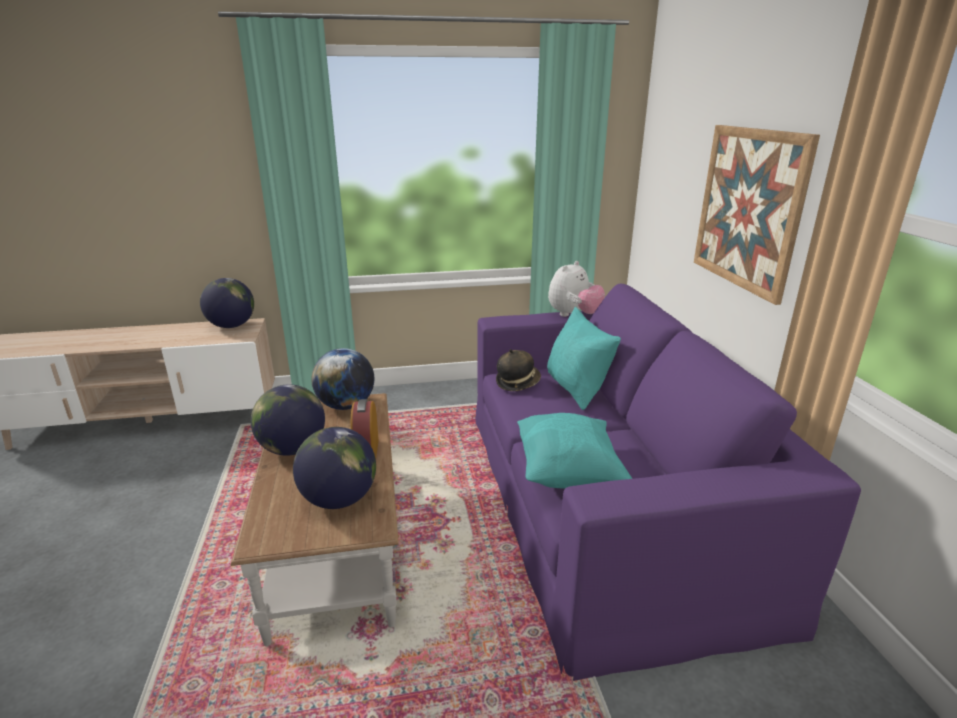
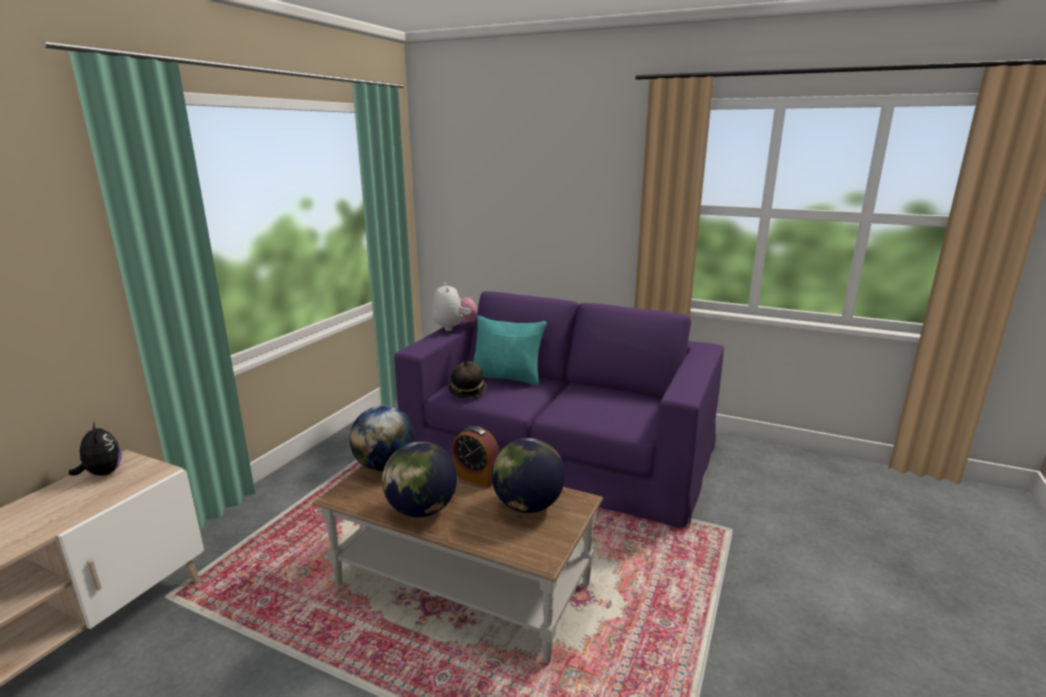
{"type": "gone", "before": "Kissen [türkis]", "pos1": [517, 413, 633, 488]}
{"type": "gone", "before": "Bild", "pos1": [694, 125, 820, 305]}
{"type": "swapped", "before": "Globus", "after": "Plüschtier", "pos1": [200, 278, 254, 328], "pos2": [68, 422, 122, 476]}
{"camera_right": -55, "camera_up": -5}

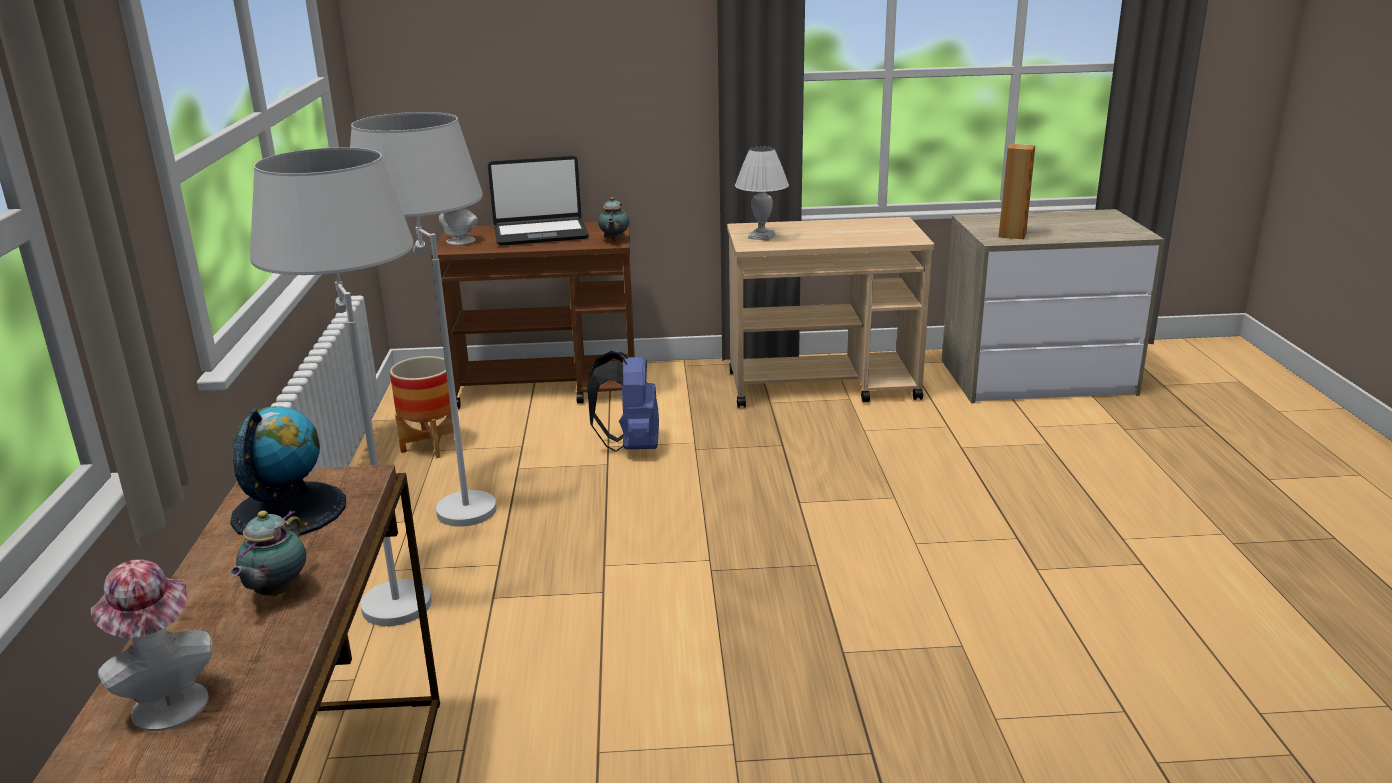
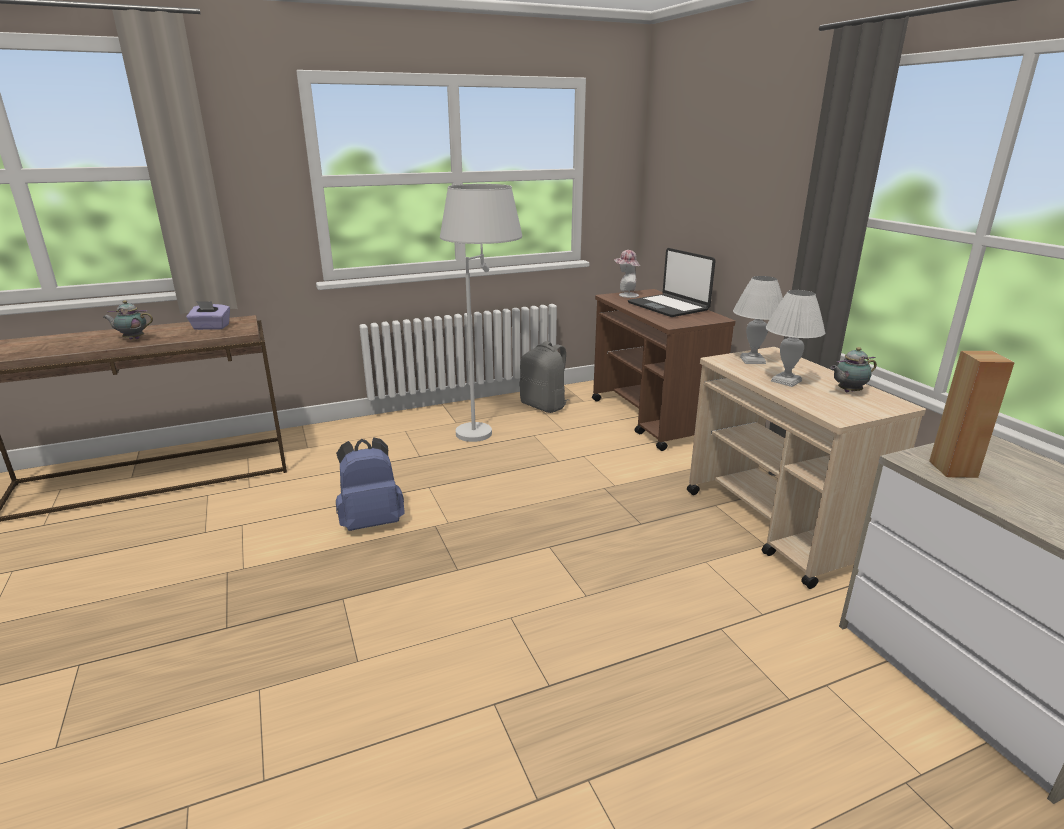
{"type": "gone", "before": "Hut", "pos1": [91, 559, 213, 731]}
{"type": "gone", "before": "Stehlampe [weiß]", "pos1": [250, 147, 432, 626]}
{"type": "new", "after": "Tischlampe [weiß]", "pos2": [766, 290, 825, 387]}
{"type": "shifted", "before": "Rucksack [blau]", "pos1": [587, 351, 659, 452], "pos2": [336, 437, 405, 531]}
{"type": "shifted", "before": "Teekanne", "pos1": [598, 197, 629, 241], "pos2": [830, 347, 877, 392]}
{"type": "swapped", "before": "Globus", "after": "Taschentuchbox [lila]", "pos1": [230, 406, 346, 536], "pos2": [186, 301, 230, 330]}
{"type": "swapped", "before": "Pflanzkübel", "after": "Rucksack [grau]", "pos1": [390, 356, 461, 458], "pos2": [519, 341, 569, 413]}
{"camera_right": 70, "camera_up": 0}

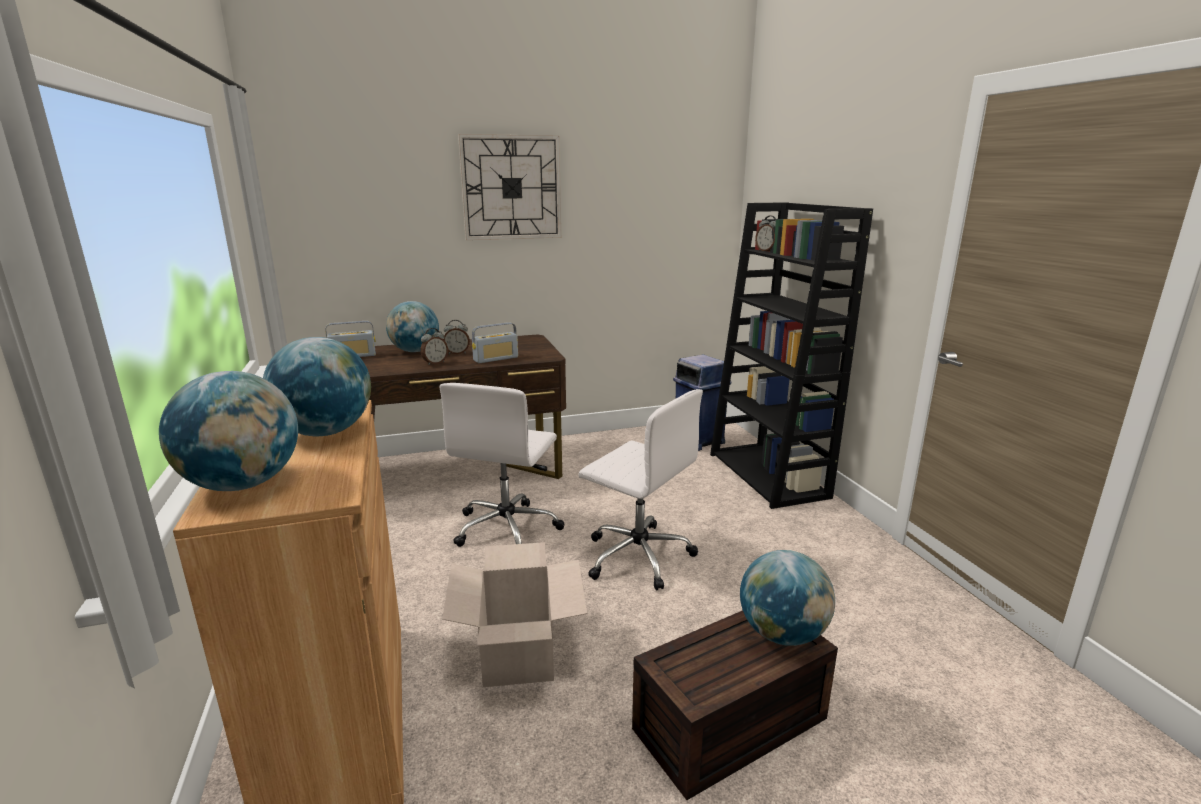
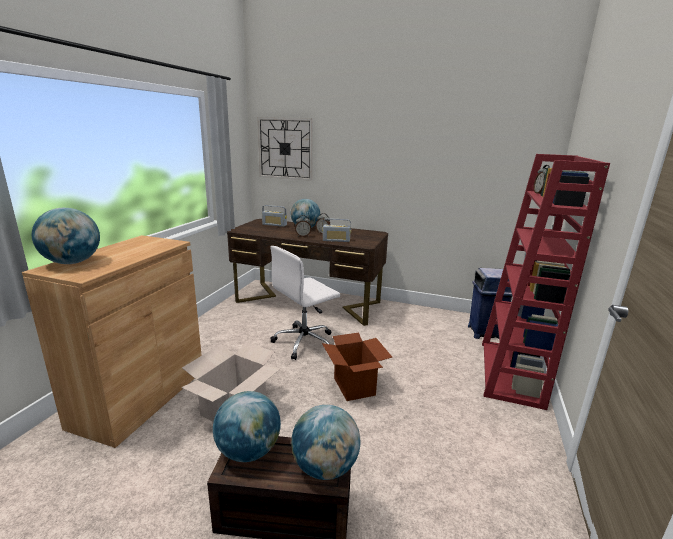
{"type": "shifted", "before": "Globus", "pos1": [263, 337, 371, 436], "pos2": [213, 391, 281, 462]}
{"type": "shifted", "before": "Wanduhr", "pos1": [458, 134, 561, 240], "pos2": [257, 117, 313, 181]}
{"type": "swapped", "before": "Bürostuhl [weiß]", "after": "Karton", "pos1": [578, 389, 703, 590], "pos2": [322, 333, 393, 401]}
{"type": "repainted", "before": "Bücherregal [schwarz]", "after": "Bücherregal [rot]", "pos1": [710, 202, 873, 509], "pos2": [482, 154, 610, 410]}
{"camera_right": 35, "camera_up": 0}

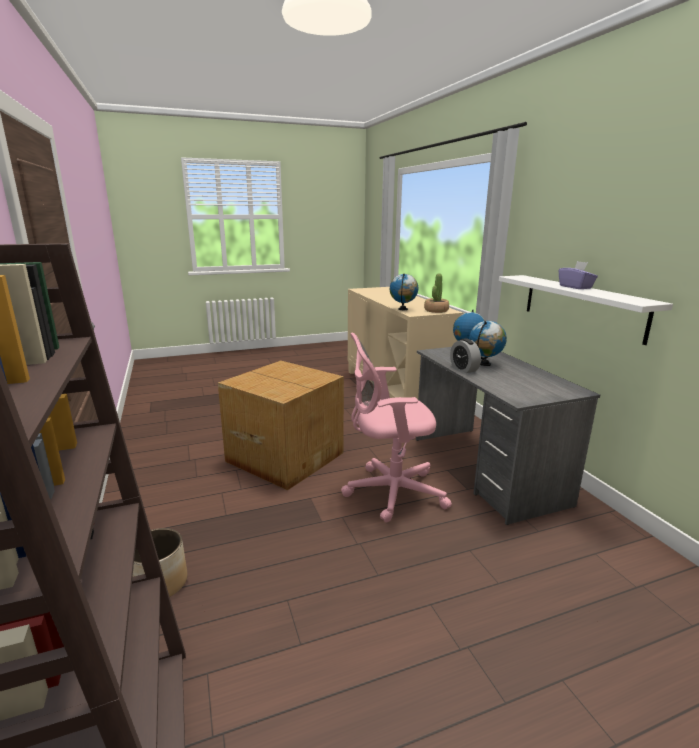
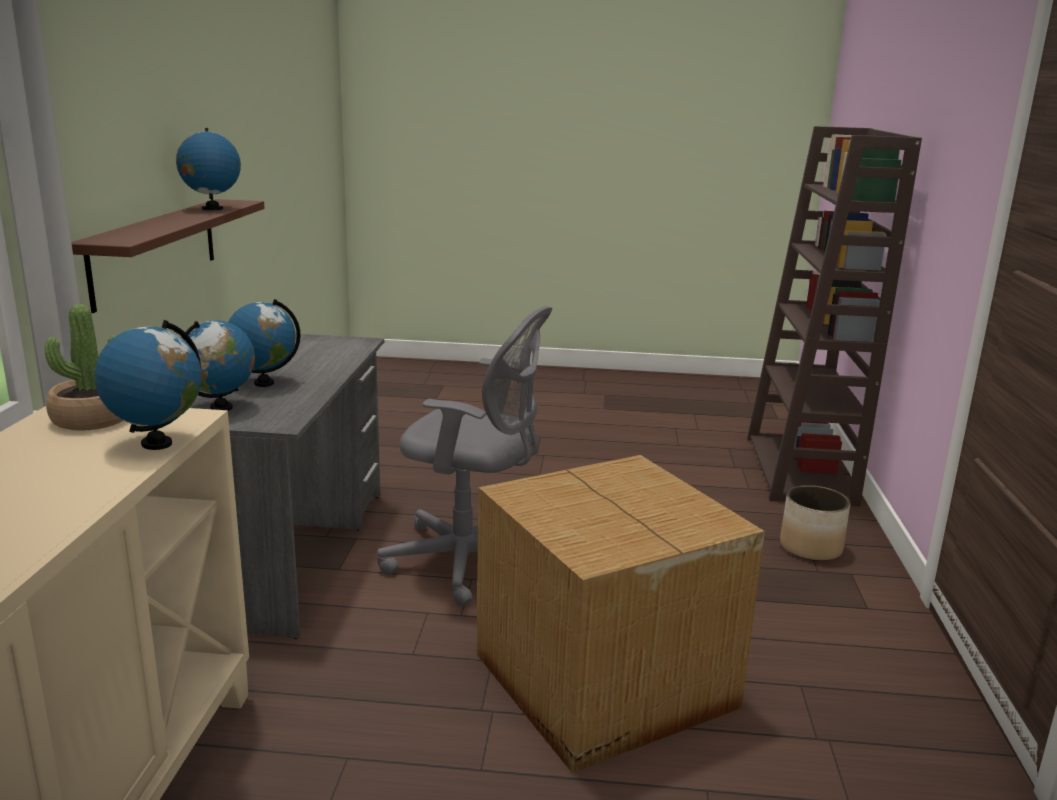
{"type": "gone", "before": "Wecker", "pos1": [450, 338, 481, 373]}
{"type": "gone", "before": "Taschentuchbox [lila]", "pos1": [559, 261, 598, 289]}
{"type": "new", "after": "Globus", "pos2": [176, 128, 241, 210]}
{"type": "repainted", "before": "Bürostuhl [rosa]", "after": "Bürostuhl [grau]", "pos1": [341, 333, 452, 522], "pos2": [377, 306, 552, 607]}
{"type": "repainted", "before": "Wandregal [weiß]", "after": "Wandregal [braun]", "pos1": [499, 275, 673, 345], "pos2": [71, 199, 264, 313]}
{"camera_right": -155, "camera_up": 0}

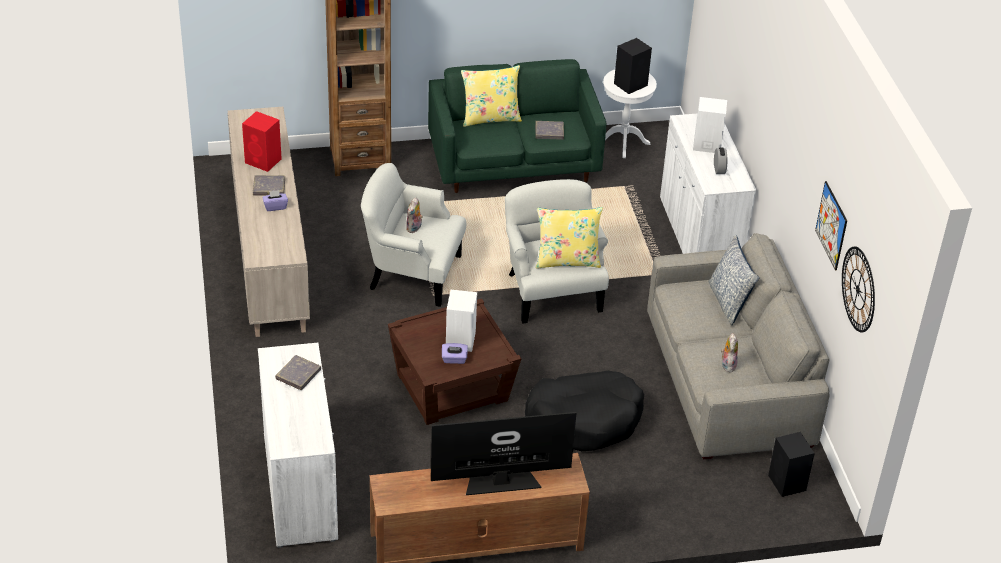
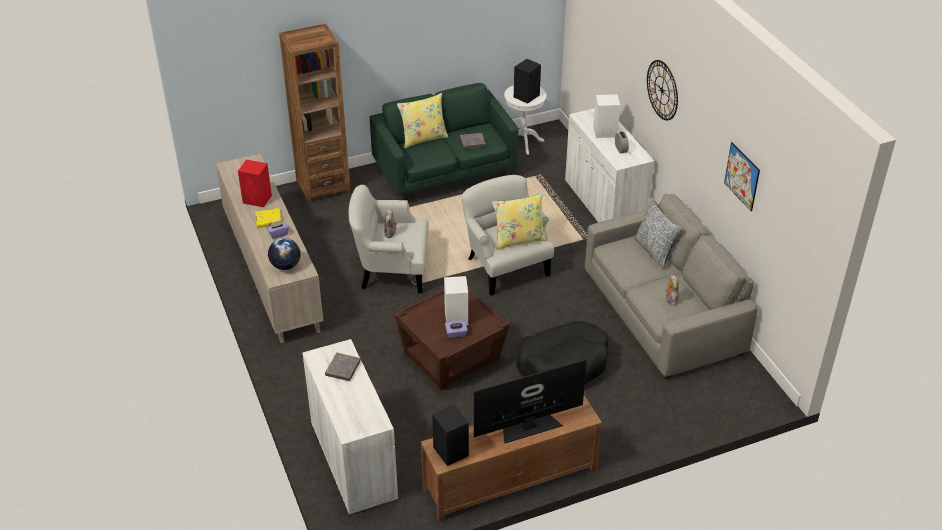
{"type": "new", "after": "Globus", "pos2": [268, 238, 301, 270]}
{"type": "shifted", "before": "Lautsprecher [schwarz]", "pos1": [768, 432, 815, 497], "pos2": [432, 405, 469, 466]}
{"type": "shifted", "before": "Wanduhr", "pos1": [842, 246, 875, 332], "pos2": [647, 60, 678, 121]}
{"type": "repainted", "before": "Buch [grau]", "after": "Buch [gelb]", "pos1": [253, 175, 285, 196], "pos2": [254, 208, 282, 228]}
{"camera_right": -10, "camera_up": 0}

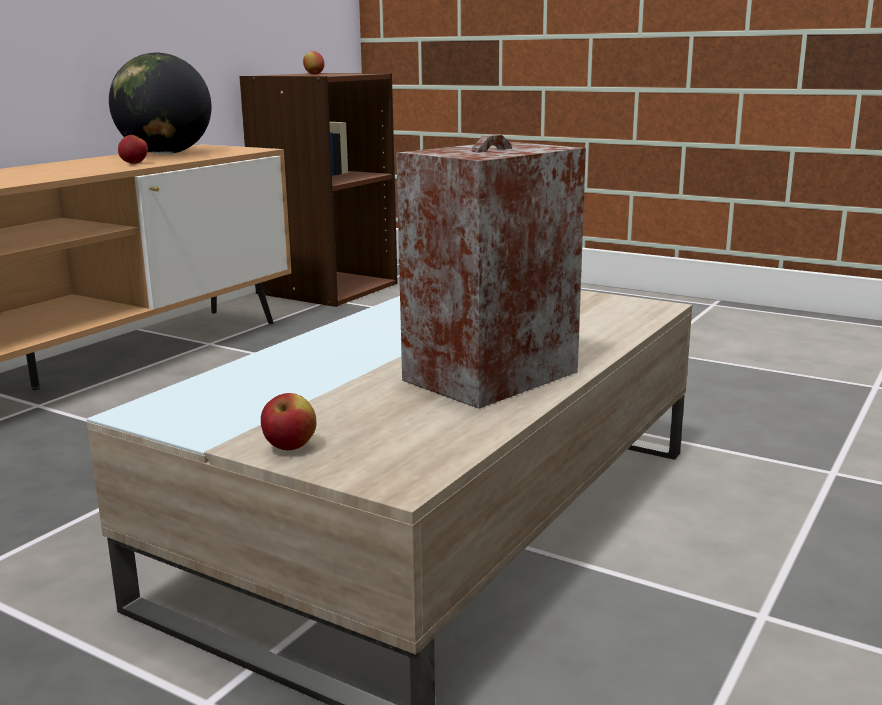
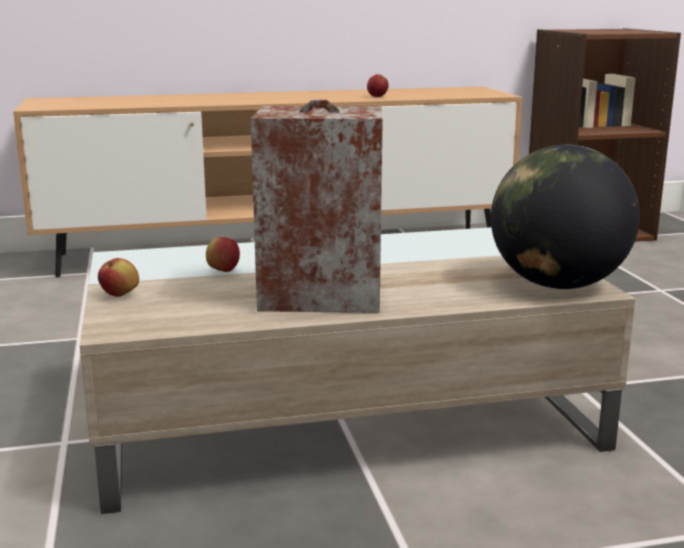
{"type": "shifted", "before": "Globus", "pos1": [109, 53, 211, 154], "pos2": [491, 145, 640, 289]}
{"type": "shifted", "before": "Apfel", "pos1": [303, 51, 324, 74], "pos2": [206, 237, 240, 272]}
{"camera_right": 45, "camera_up": 0}

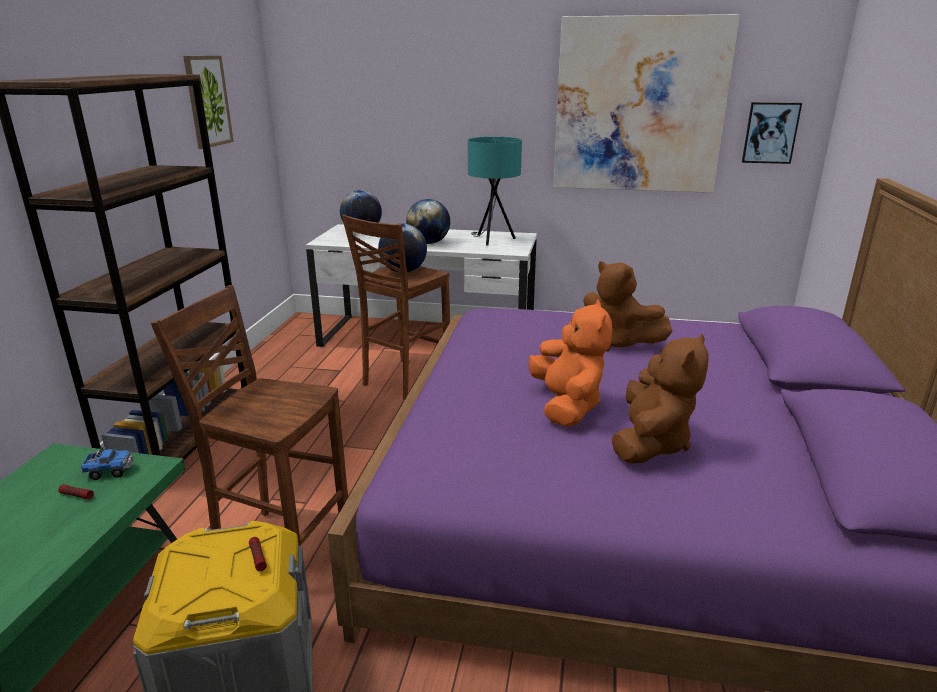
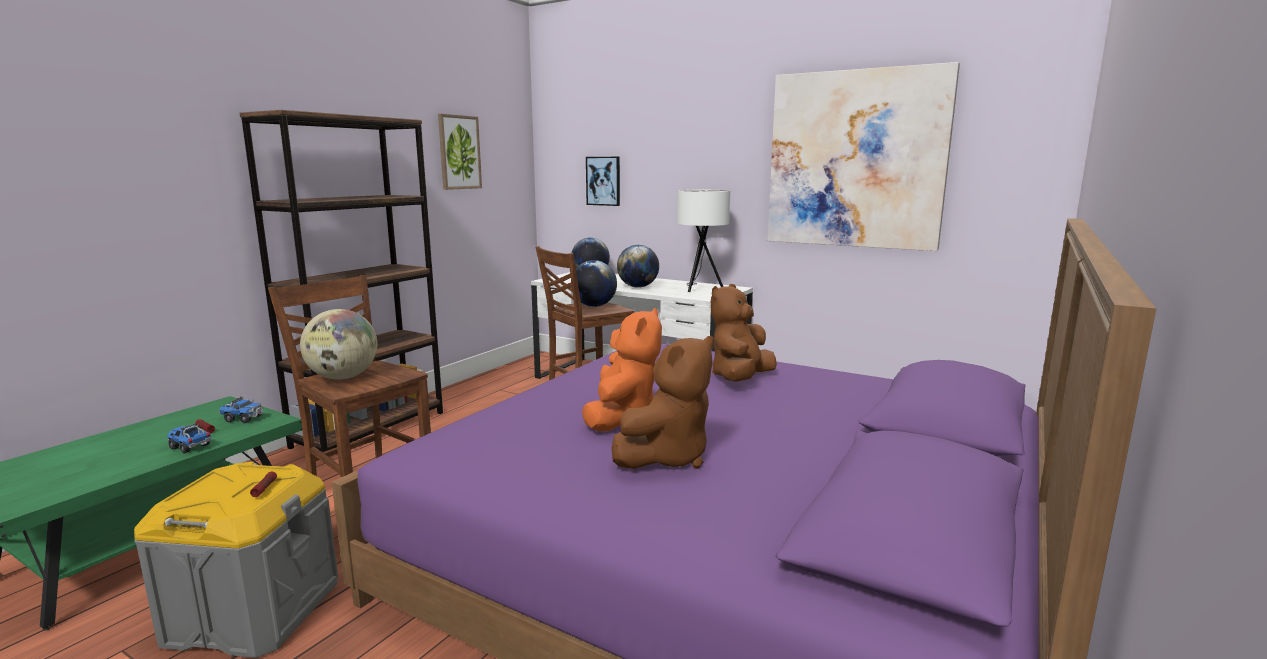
{"type": "new", "after": "Spielzeuglaster", "pos2": [167, 423, 212, 453]}
{"type": "new", "after": "Globus", "pos2": [300, 309, 377, 380]}
{"type": "shifted", "before": "Bild", "pos1": [742, 102, 802, 164], "pos2": [586, 157, 620, 206]}
{"type": "repainted", "before": "Tischlampe [türkis]", "after": "Tischlampe [weiß]", "pos1": [468, 137, 522, 245], "pos2": [677, 190, 730, 292]}
{"type": "rotated", "before": "Plüschtier [braun]", "pos1": [583, 261, 672, 351], "pos2": [711, 284, 777, 382], "turn": 60}
{"camera_right": 20, "camera_up": -10}

